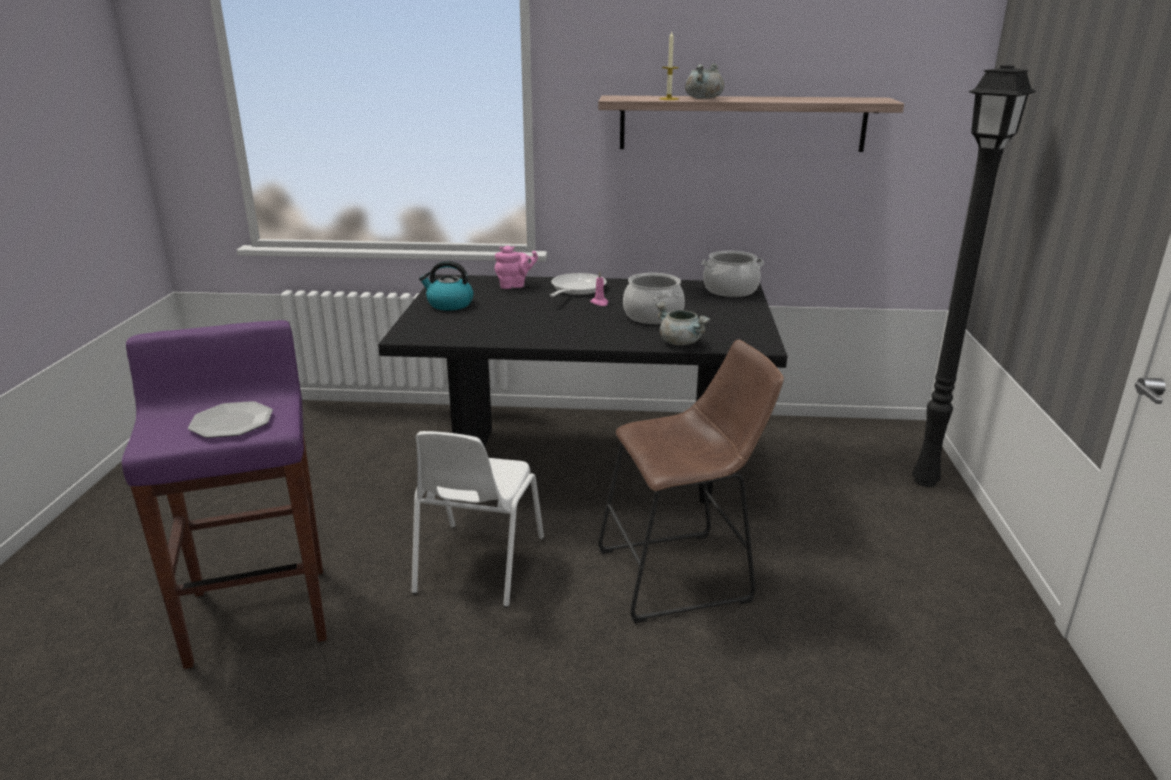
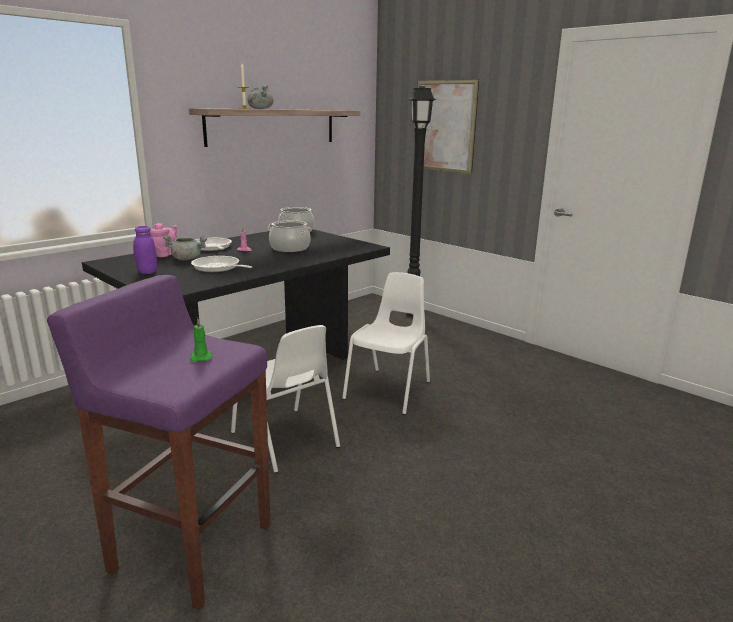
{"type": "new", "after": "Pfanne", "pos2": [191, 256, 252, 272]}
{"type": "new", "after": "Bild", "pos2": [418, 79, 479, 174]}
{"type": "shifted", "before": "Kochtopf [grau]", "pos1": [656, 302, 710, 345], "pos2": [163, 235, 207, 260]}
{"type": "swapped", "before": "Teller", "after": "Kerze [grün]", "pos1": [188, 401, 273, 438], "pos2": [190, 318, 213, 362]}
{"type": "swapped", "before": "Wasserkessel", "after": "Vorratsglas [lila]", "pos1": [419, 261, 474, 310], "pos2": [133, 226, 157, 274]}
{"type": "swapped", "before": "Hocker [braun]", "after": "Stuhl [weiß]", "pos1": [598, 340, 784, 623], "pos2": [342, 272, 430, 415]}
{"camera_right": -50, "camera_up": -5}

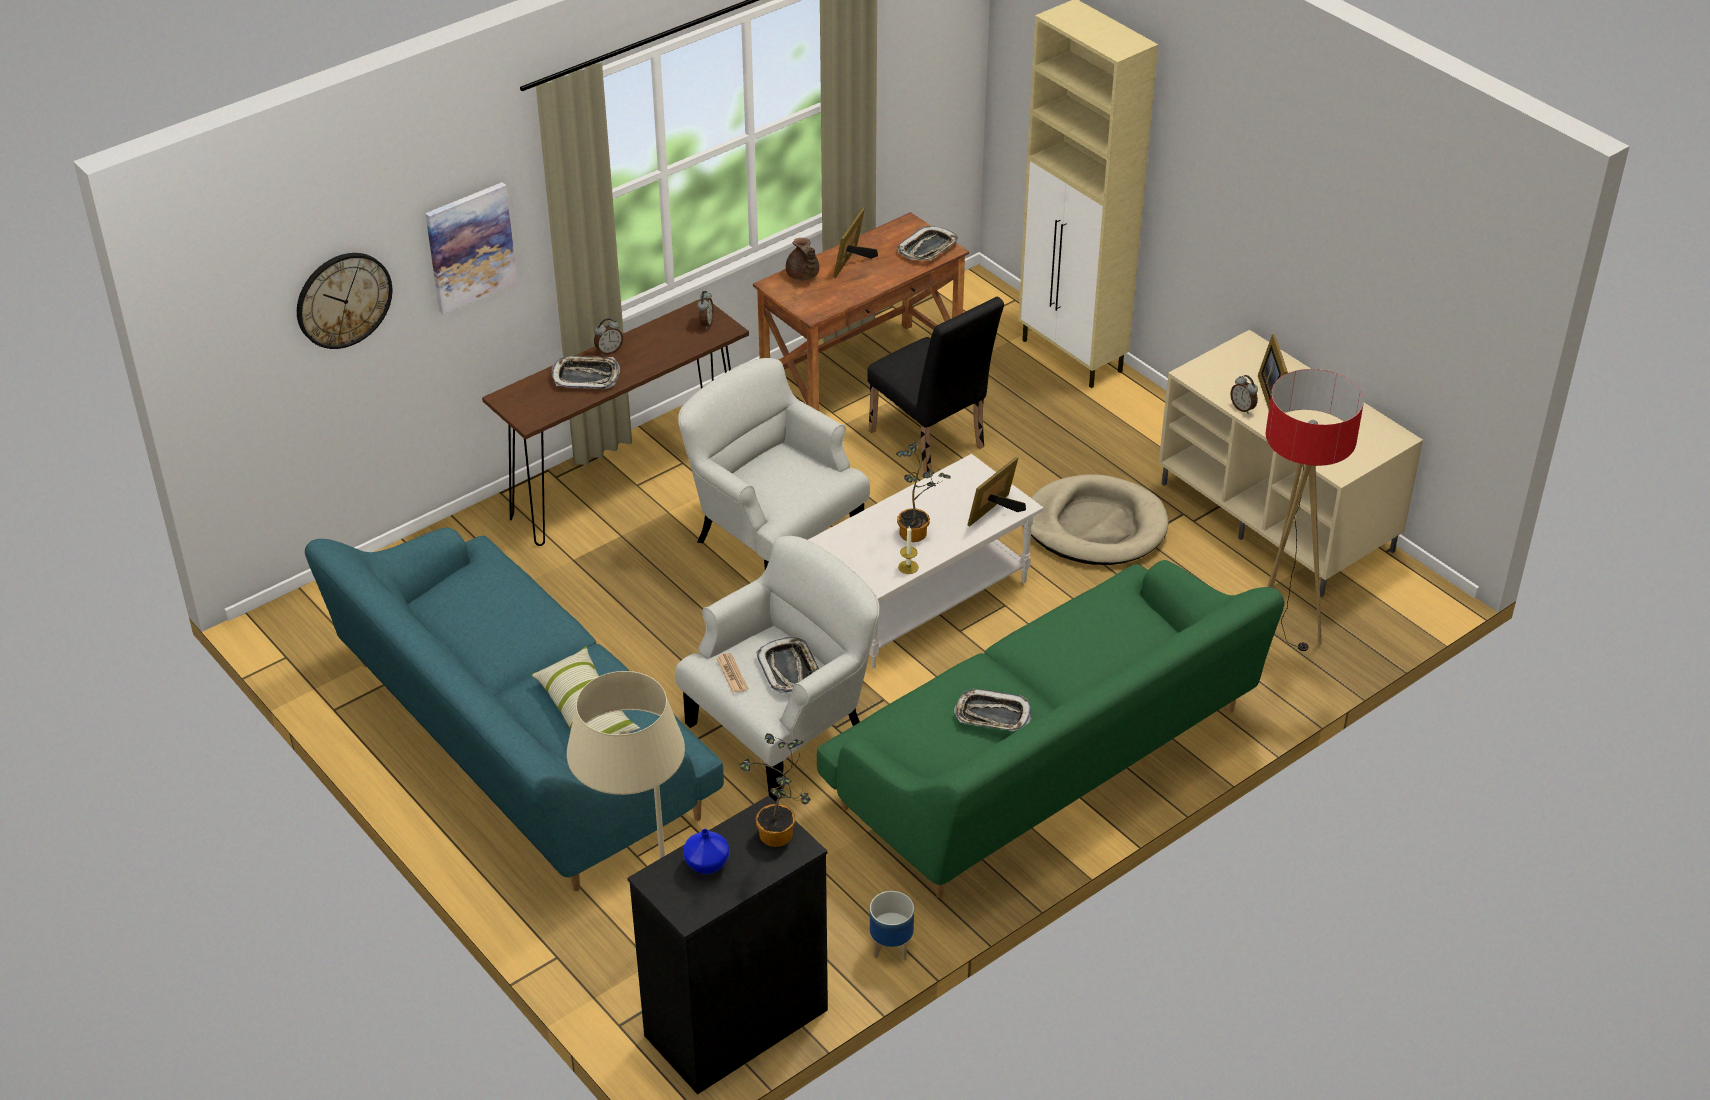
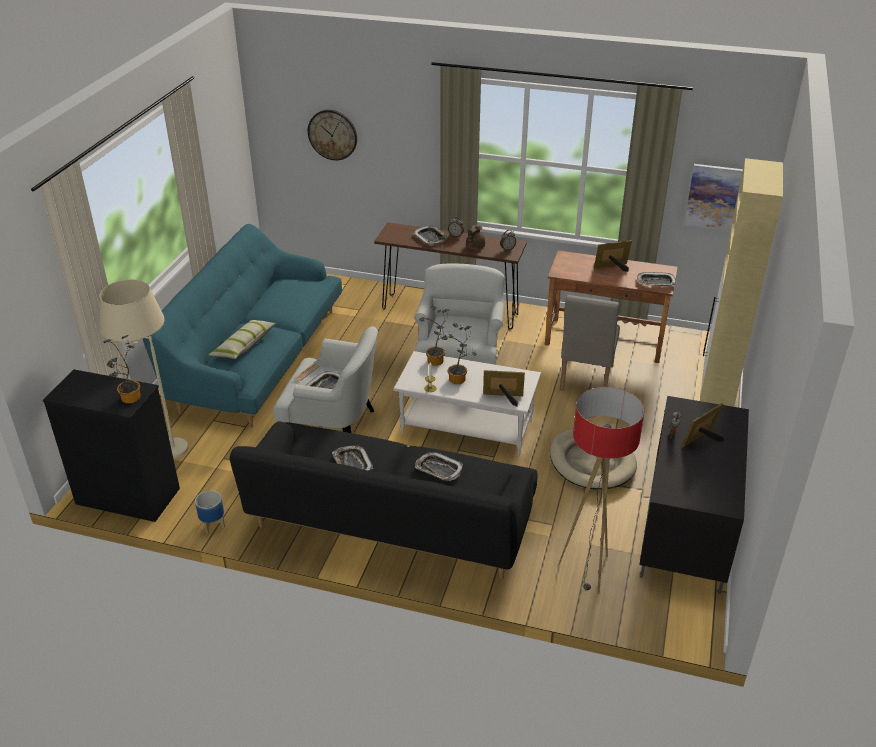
{"type": "gone", "before": "Vase [blau]", "pos1": [683, 829, 729, 874]}
{"type": "new", "after": "Tablett", "pos2": [415, 452, 463, 481]}
{"type": "new", "after": "Topfpflanze", "pos2": [419, 306, 453, 366]}
{"type": "shifted", "before": "Bild", "pos1": [425, 182, 517, 315], "pos2": [684, 164, 743, 231]}
{"type": "shifted", "before": "Teekanne [braun]", "pos1": [786, 238, 819, 280], "pos2": [466, 225, 485, 250]}
{"type": "repainted", "before": "Sofa [grün]", "after": "Sofa [schwarz]", "pos1": [817, 560, 1285, 898], "pos2": [230, 422, 538, 579]}
{"type": "repainted", "before": "Stuhl [schwarz]", "after": "Stuhl [beige]", "pos1": [867, 297, 1004, 473], "pos2": [560, 295, 620, 391]}
{"type": "repainted", "before": "Fernsehschrank [beige]", "after": "Fernsehschrank [schwarz]", "pos1": [1159, 330, 1423, 597], "pos2": [639, 396, 749, 594]}
{"camera_right": 55, "camera_up": -5}

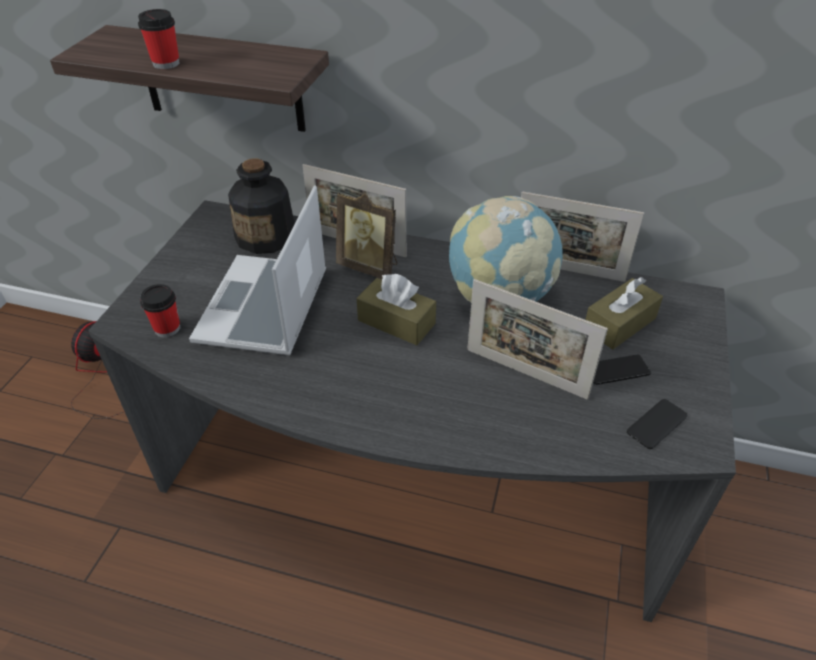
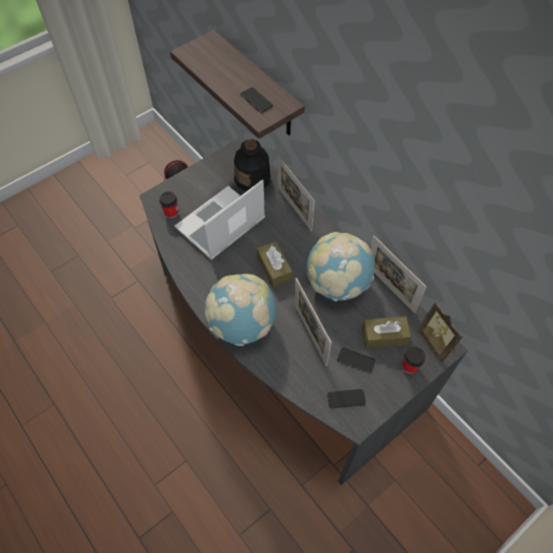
{"type": "new", "after": "Globus", "pos2": [205, 274, 276, 346]}
{"type": "new", "after": "Handy", "pos2": [240, 87, 273, 113]}
{"type": "shifted", "before": "Tasse", "pos1": [138, 9, 180, 69], "pos2": [402, 346, 425, 374]}
{"type": "shifted", "before": "Bilderrahmen", "pos1": [336, 192, 397, 279], "pos2": [417, 302, 463, 362]}
{"camera_right": 35, "camera_up": 15}

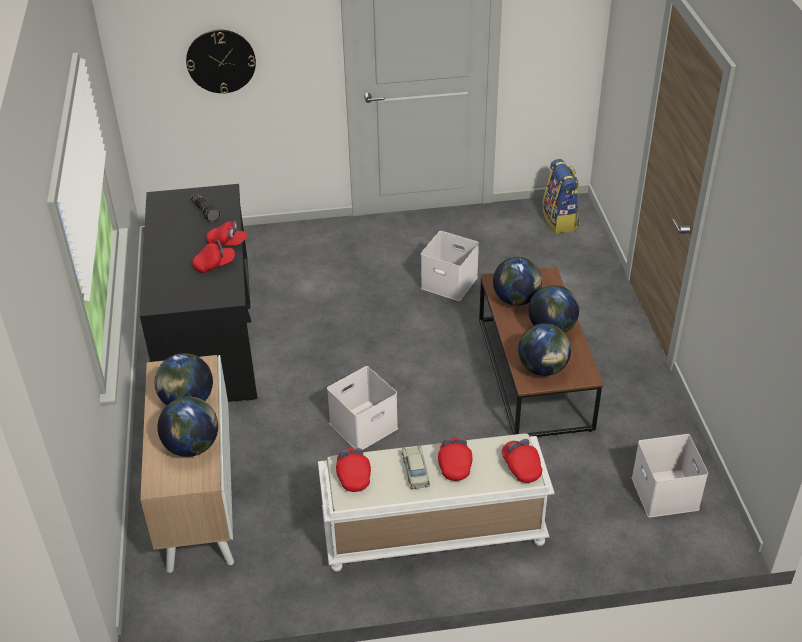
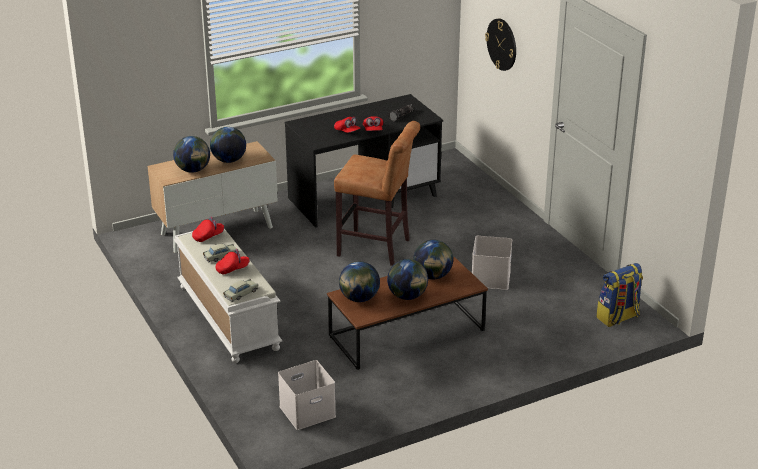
{"type": "gone", "before": "Aufbewahrungsbox [weiß]", "pos1": [327, 366, 398, 450]}
{"type": "new", "after": "Hocker [braun]", "pos2": [334, 121, 420, 266]}
{"type": "swapped", "before": "Kappe [rot]", "after": "Spielzeugauto [beige]", "pos1": [502, 439, 543, 483], "pos2": [223, 279, 258, 302]}
{"camera_right": 70, "camera_up": -10}

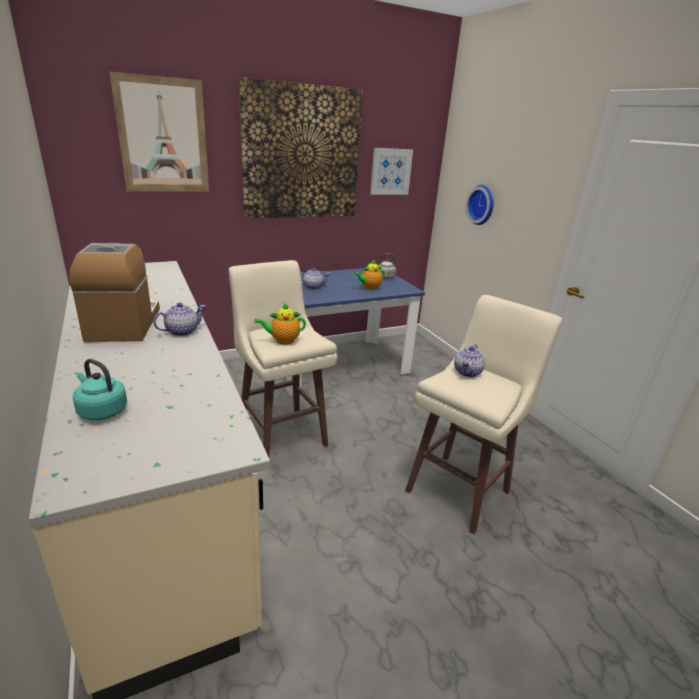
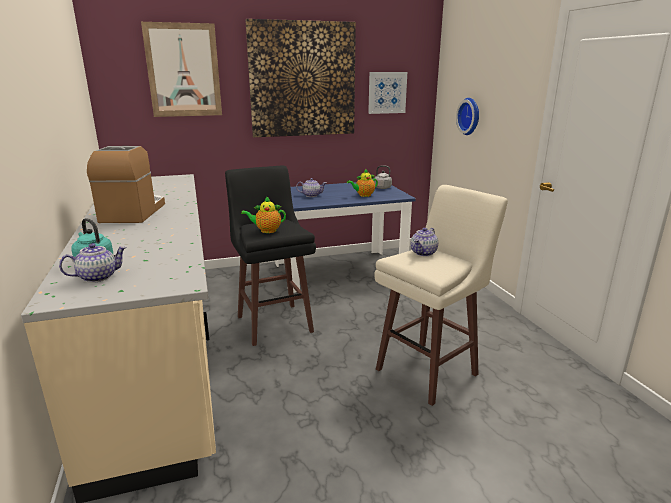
{"type": "shifted", "before": "Teekanne", "pos1": [153, 302, 206, 336], "pos2": [59, 243, 127, 283]}
{"type": "repainted", "before": "Hocker [beige]", "after": "Hocker [schwarz]", "pos1": [229, 260, 337, 457], "pos2": [225, 166, 316, 346]}
{"camera_right": 10, "camera_up": -5}

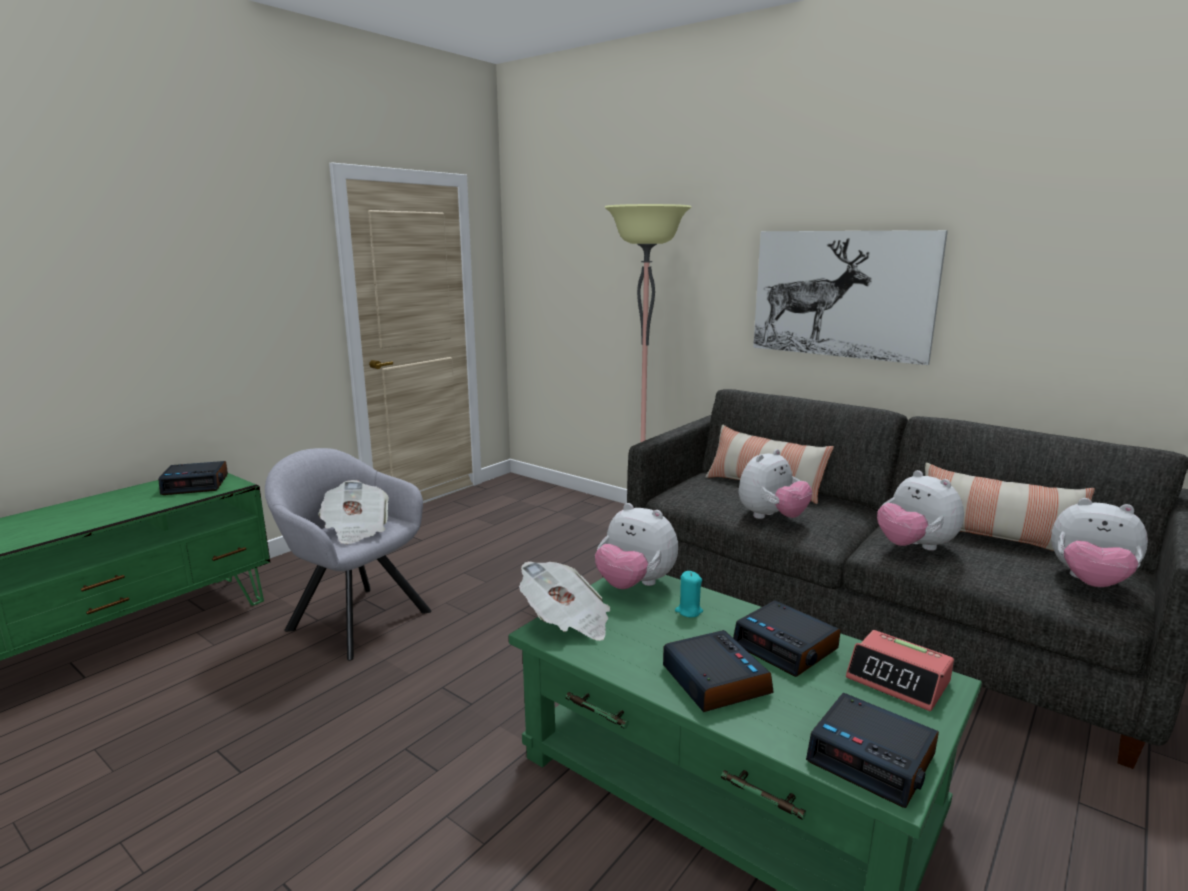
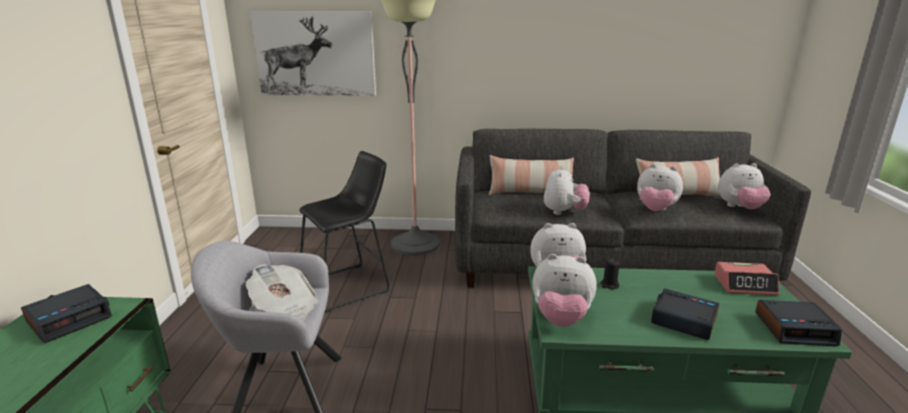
{"type": "gone", "before": "Wecker", "pos1": [733, 600, 841, 677]}
{"type": "new", "after": "Hocker [schwarz]", "pos2": [299, 151, 390, 313]}
{"type": "shifted", "before": "Bild", "pos1": [753, 230, 948, 365], "pos2": [250, 11, 376, 96]}
{"type": "swapped", "before": "Zeitung", "after": "Plüschtier", "pos1": [519, 561, 610, 641], "pos2": [533, 254, 597, 327]}
{"type": "repainted", "before": "Kerze [türkis]", "after": "Kerze [schwarz]", "pos1": [675, 571, 703, 617], "pos2": [600, 258, 620, 289]}
{"camera_right": -35, "camera_up": 5}

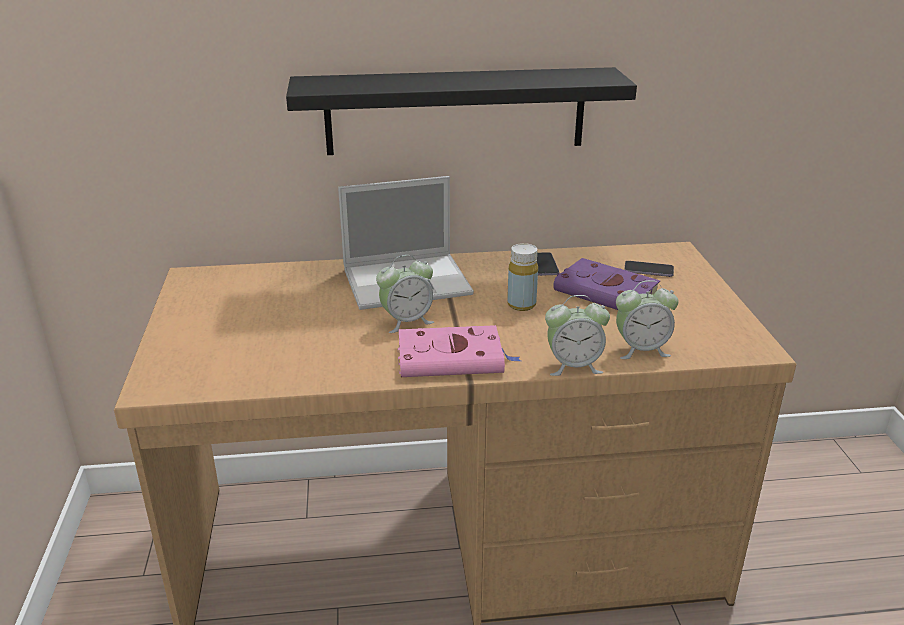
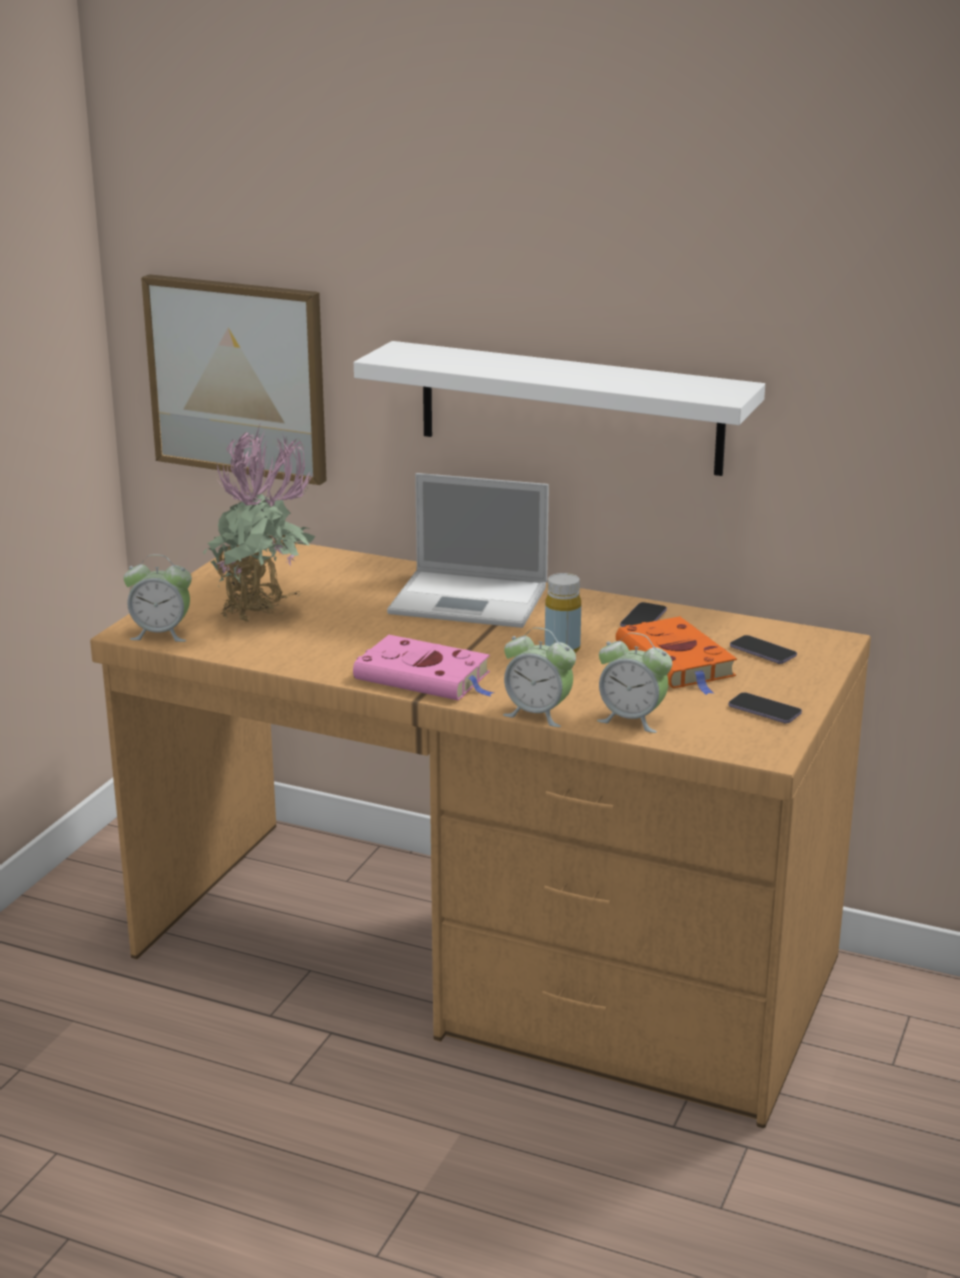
{"type": "new", "after": "Bild", "pos2": [141, 274, 327, 485]}
{"type": "new", "after": "Topfpflanze", "pos2": [203, 425, 315, 623]}
{"type": "new", "after": "Handy", "pos2": [729, 692, 802, 724]}
{"type": "shifted", "before": "Wecker", "pos1": [376, 255, 434, 333], "pos2": [123, 554, 192, 642]}
{"type": "repainted", "before": "Wandregal [schwarz]", "after": "Wandregal [weiß]", "pos1": [286, 67, 637, 155], "pos2": [354, 341, 765, 476]}
{"type": "repainted", "before": "Buch [lila]", "after": "Buch [orange]", "pos1": [553, 258, 660, 310], "pos2": [616, 616, 737, 695]}
{"camera_right": 30, "camera_up": -5}

